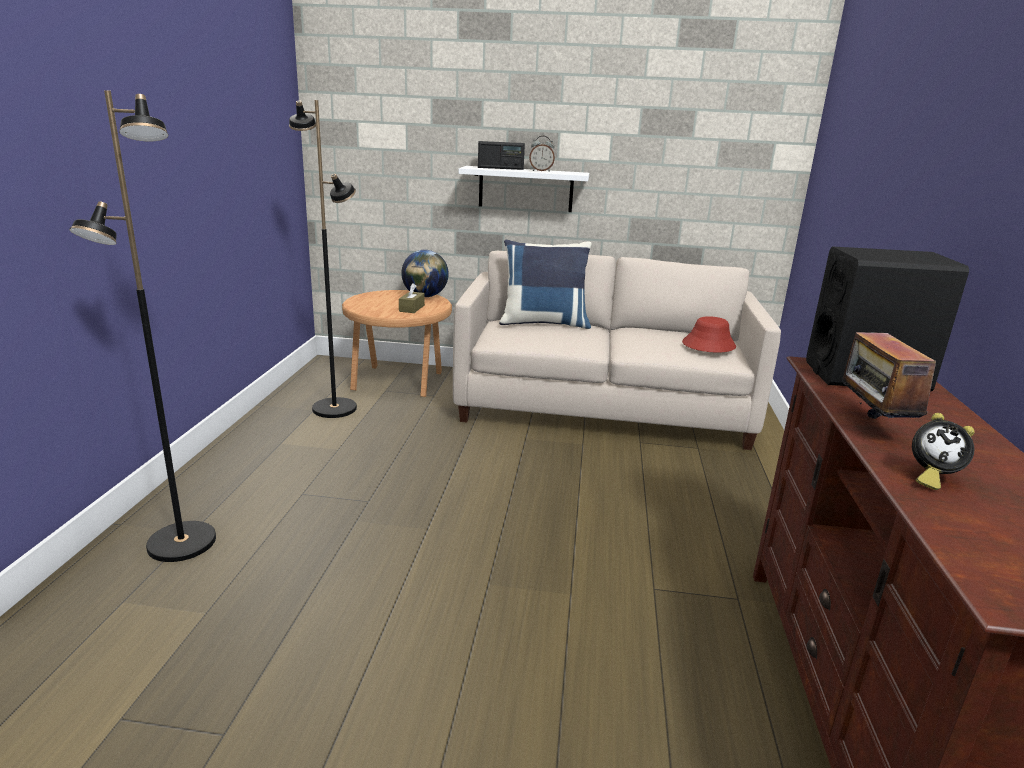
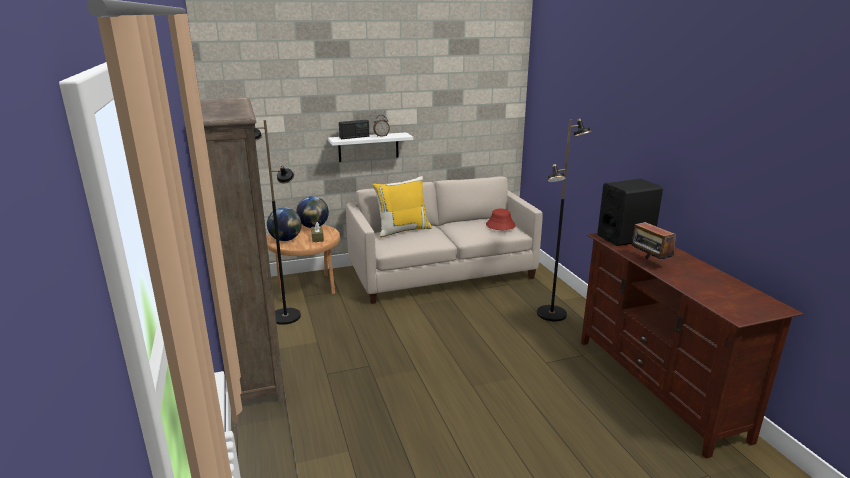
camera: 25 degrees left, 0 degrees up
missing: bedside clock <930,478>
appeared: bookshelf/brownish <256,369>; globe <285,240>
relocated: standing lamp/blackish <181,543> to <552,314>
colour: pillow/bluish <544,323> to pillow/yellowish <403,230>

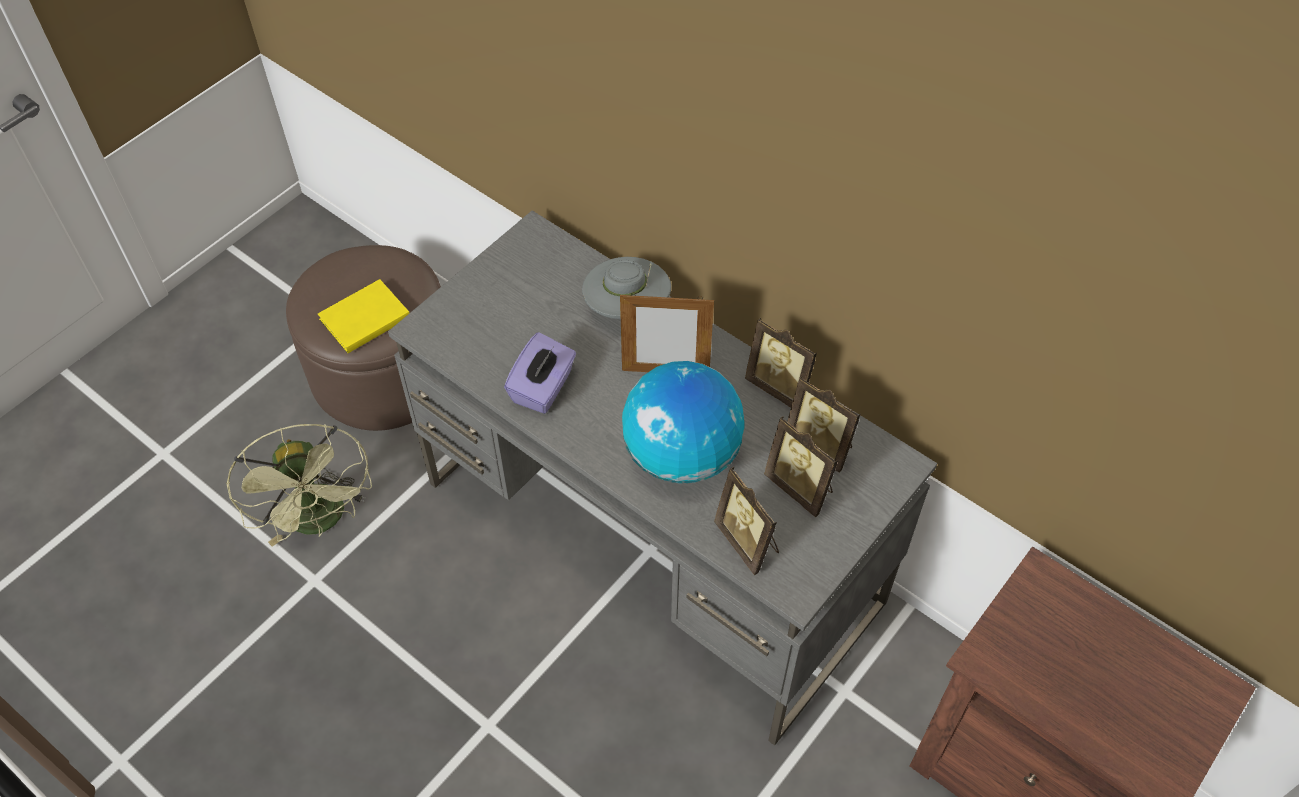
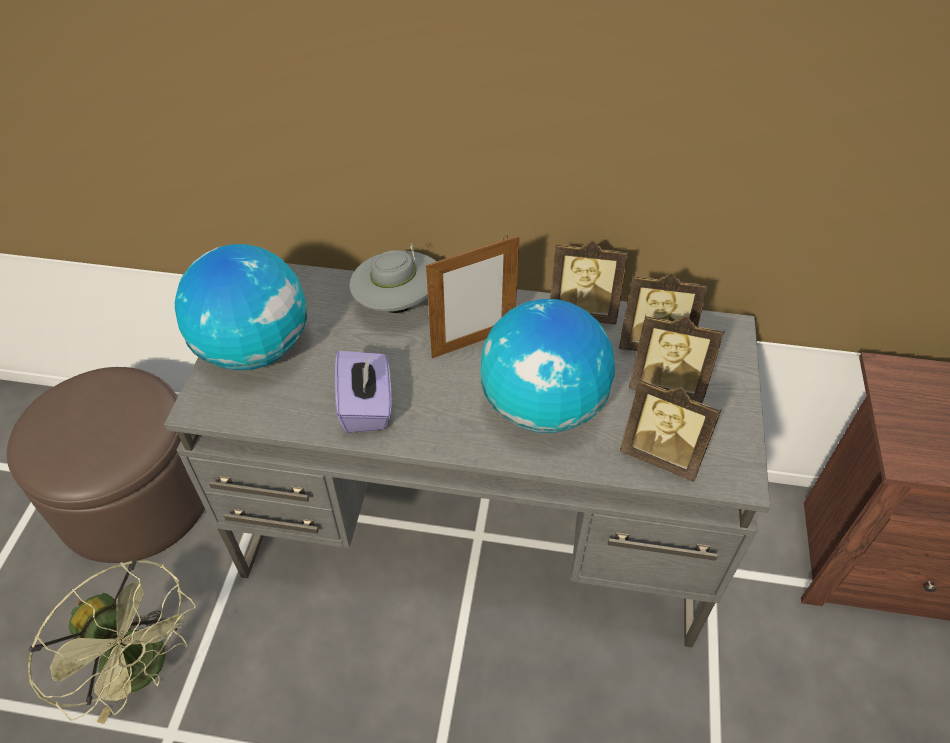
camera: 30 degrees left, 5 degrees down
missing: bound book/yellowish <362,318>
appeared: globe <254,349>

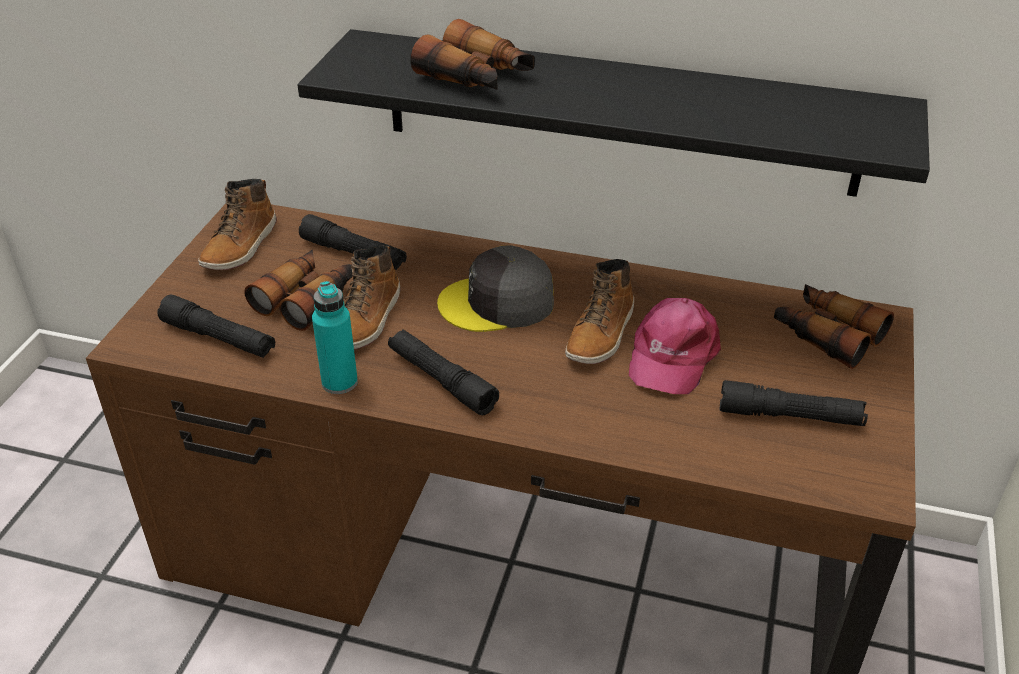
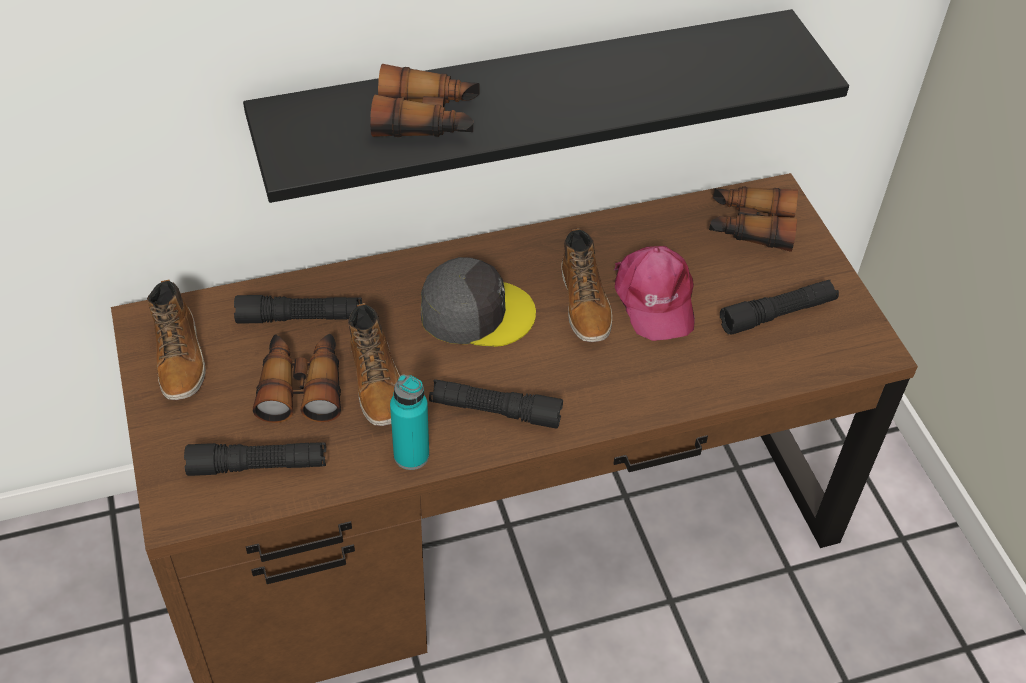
camera: 35 degrees left, 10 degrees up
spun: baseball cap/gray <498,303> = <475,312> 135 degrees counterclockwise

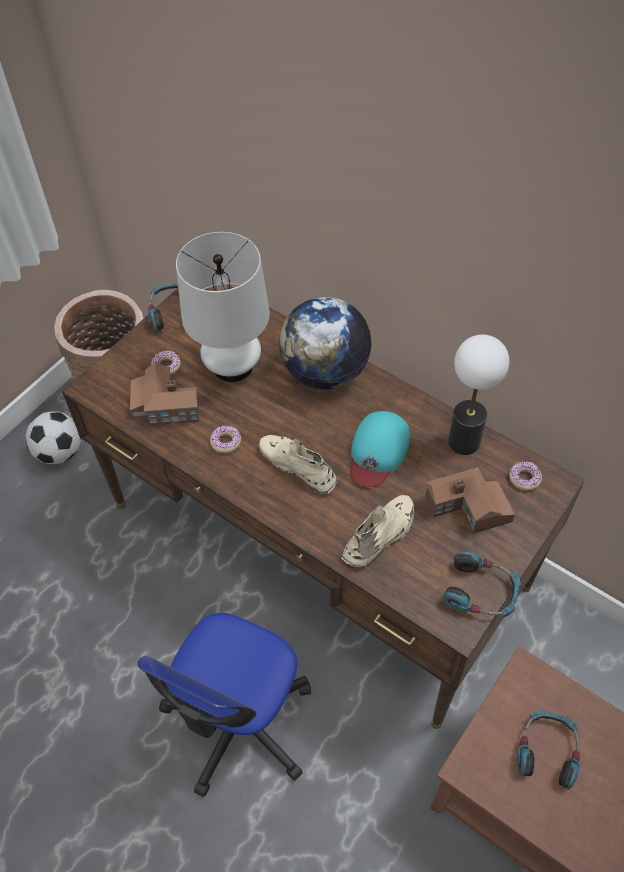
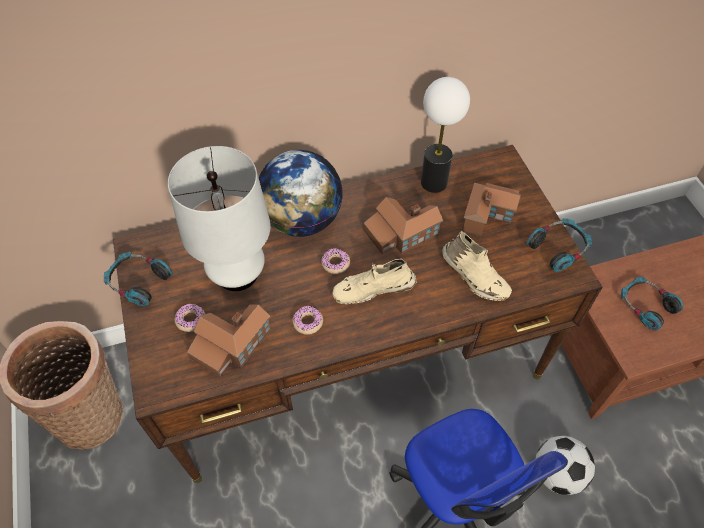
camera: 55 degrees left, 0 degrees up
relocated: ball for football <60,452> to <557,473>; ring doughnut <524,478> to <335,263>
exchanged: baseball cap/blue-green <377,451> to miniature house <401,233>
spun: shoe/beige-coloured <380,536> = <473,276> 150 degrees clockwise

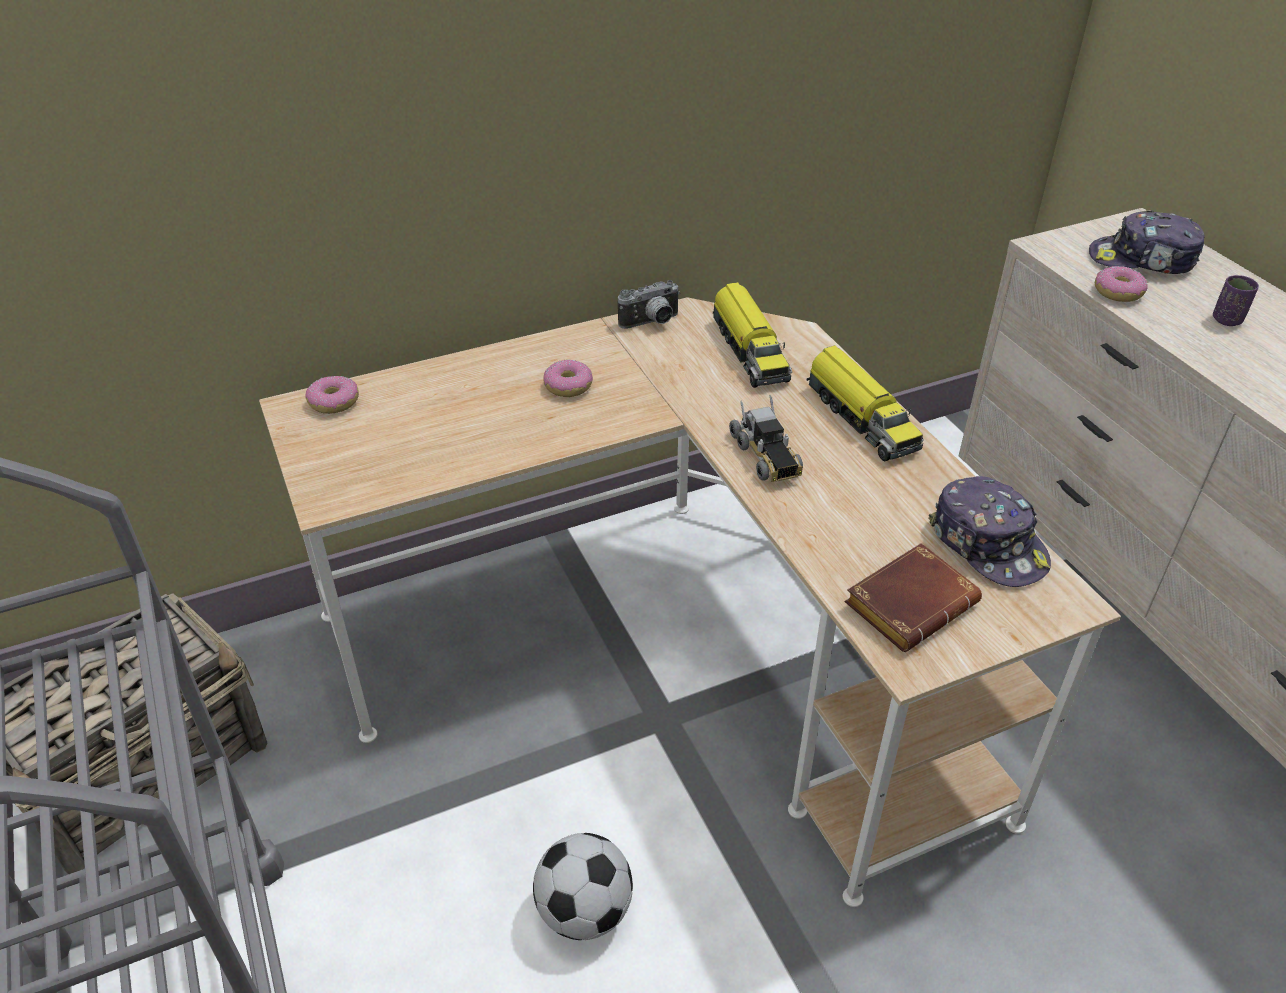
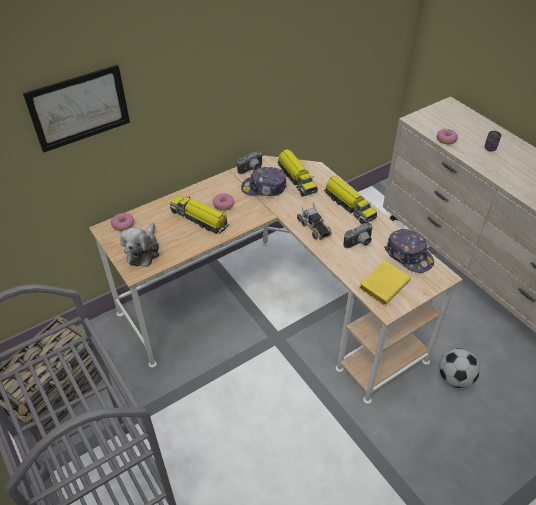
camera: 10 degrees left, 5 degrees up
appeared: wall art <79,108>; toy lorry <199,219>; soft toy <143,251>; still camera <359,243>
relocated: baseball cap <1142,260> to <264,188>; ball for football <584,910> to <454,378>
colour: bound book/brownish <910,602> to bound book/yellowish <383,284>

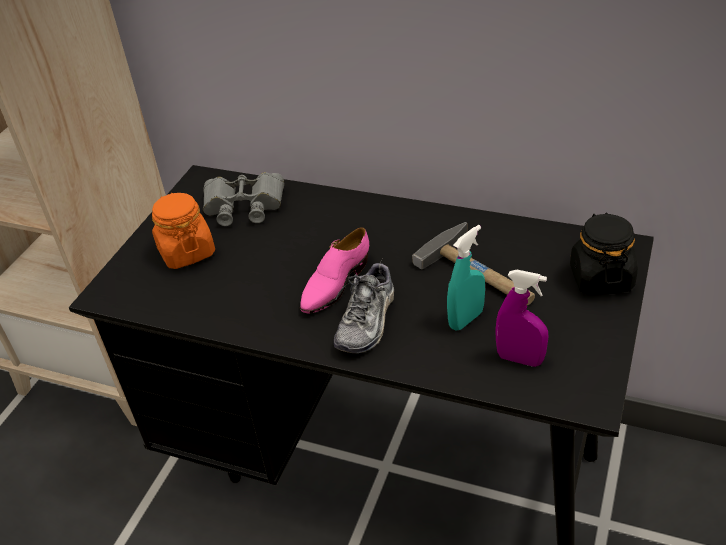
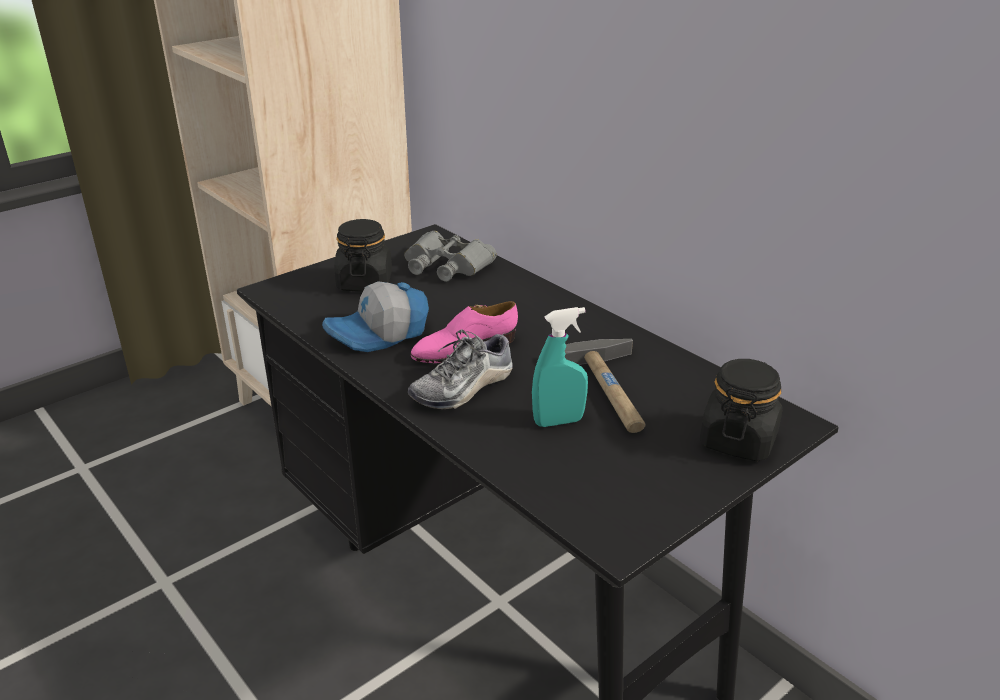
camera: 25 degrees right, 10 degrees down
missing: hand sprayer/purplish <520,359>
appeared: baseball cap <379,334>
colour: jar/orange <186,252> to jar/blackish <364,282>

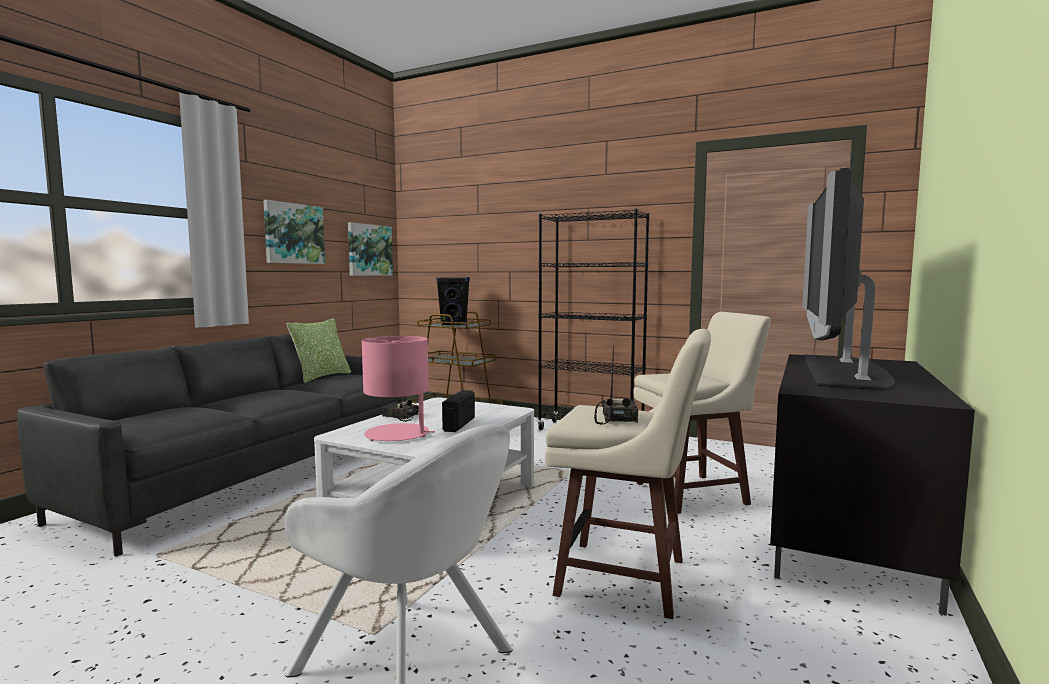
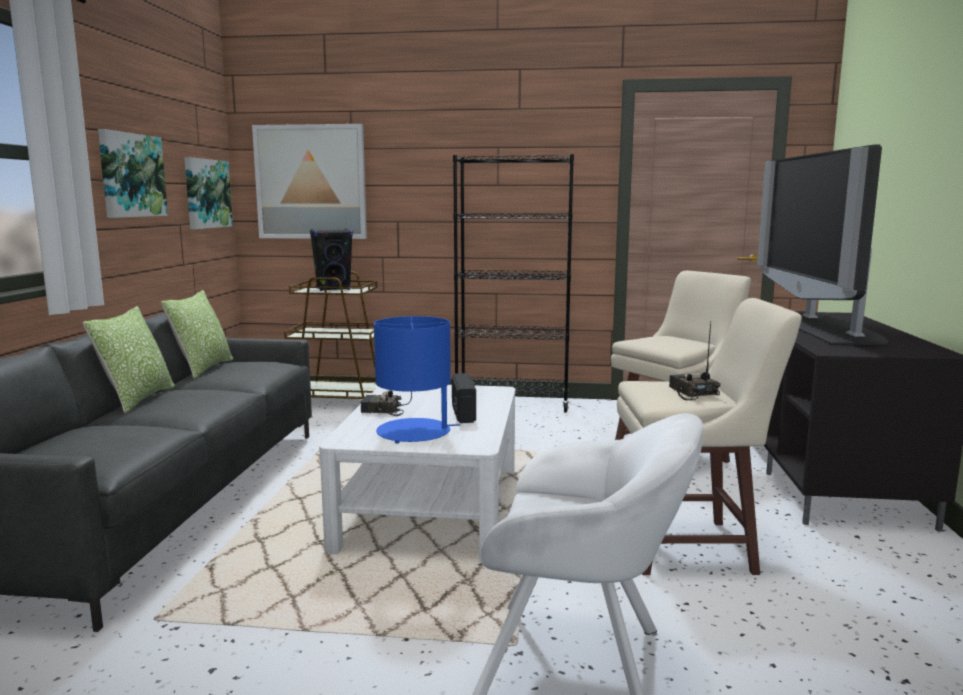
camera: 20 degrees left, 5 degrees up
appeared: wall art <311,182>; pillow <137,399>
colour: lamp for a table/pinkish <398,434> to lamp for a table/bluish <414,432>

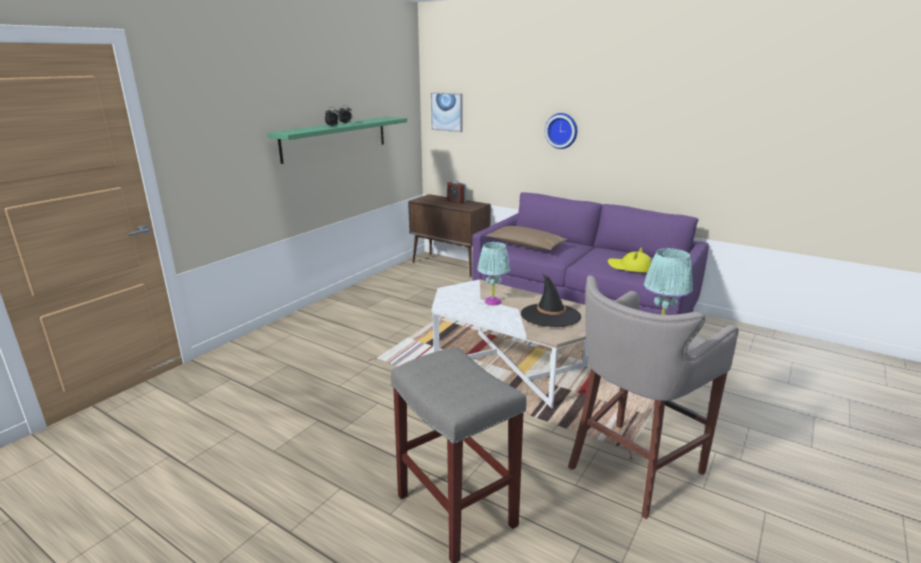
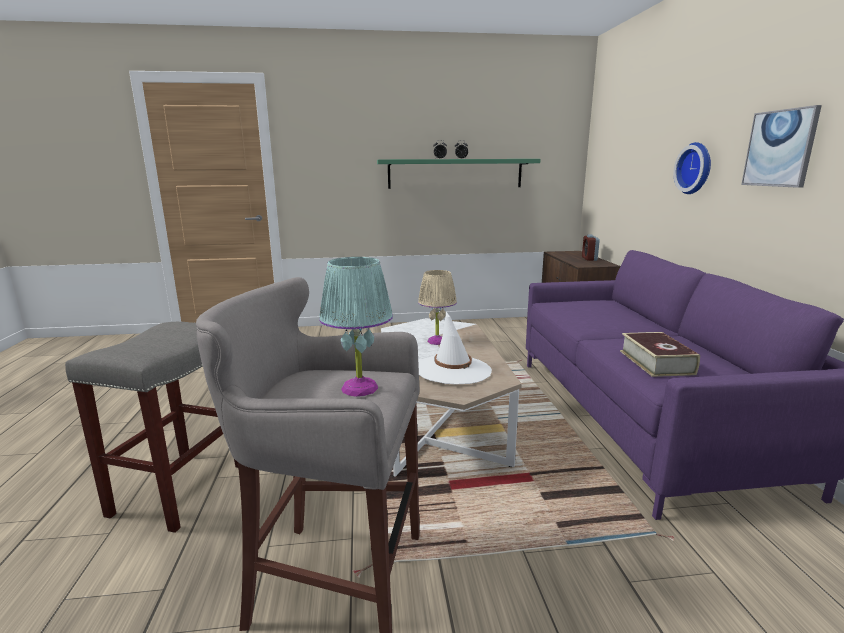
camera: 50 degrees right, 5 degrees down
missing: pillow/brownish <526,246>
relocated: wall art <447,112> to <780,148>
exchanged: clothing hat/yellowish <630,267> to bound book <656,362>
colour: lamp for a table/blue-green <492,301> to lamp for a table/beige-coloured <437,341>; clothing hat/blackish <550,315> to clothing hat/white-coloured <452,370>

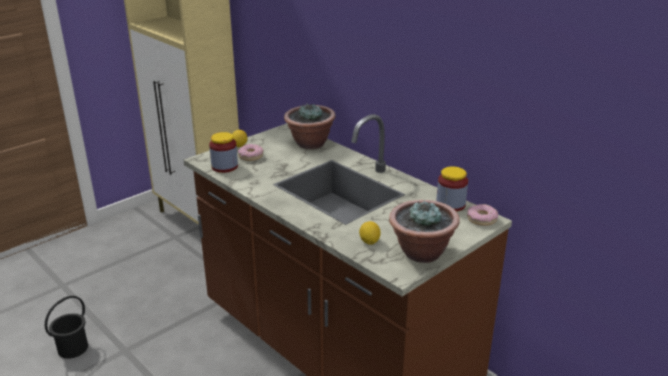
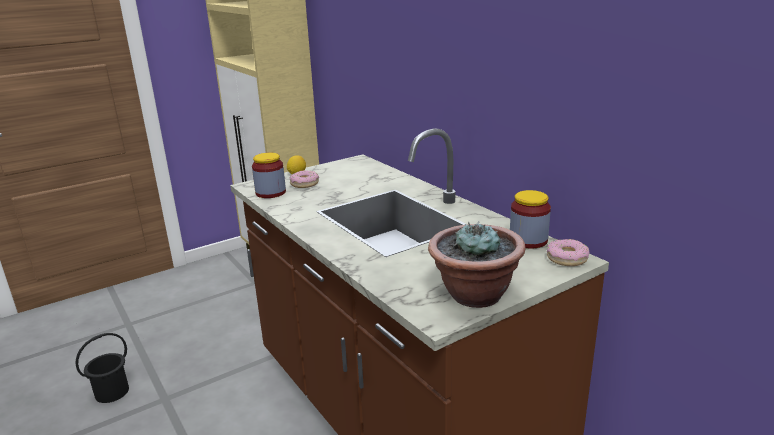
camera: 10 degrees right, 5 degrees down
missing: houseplant <310,144>; whole lemon <369,242>

